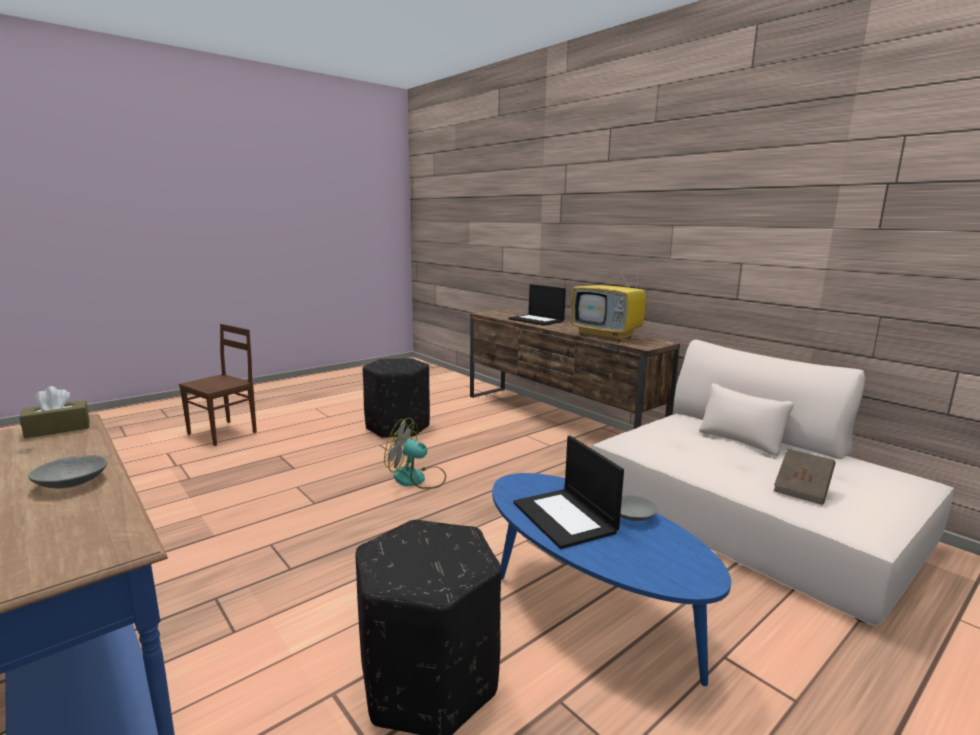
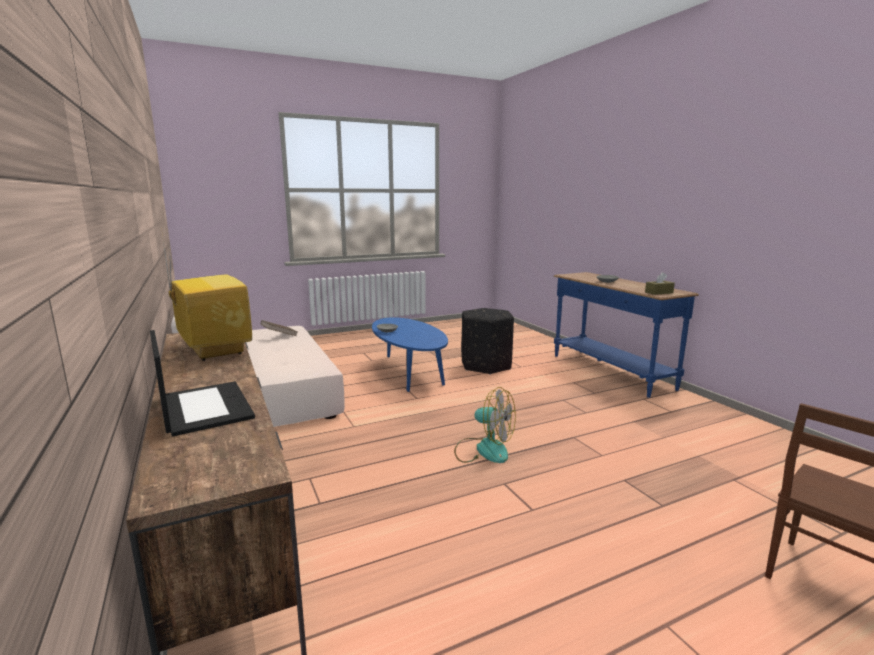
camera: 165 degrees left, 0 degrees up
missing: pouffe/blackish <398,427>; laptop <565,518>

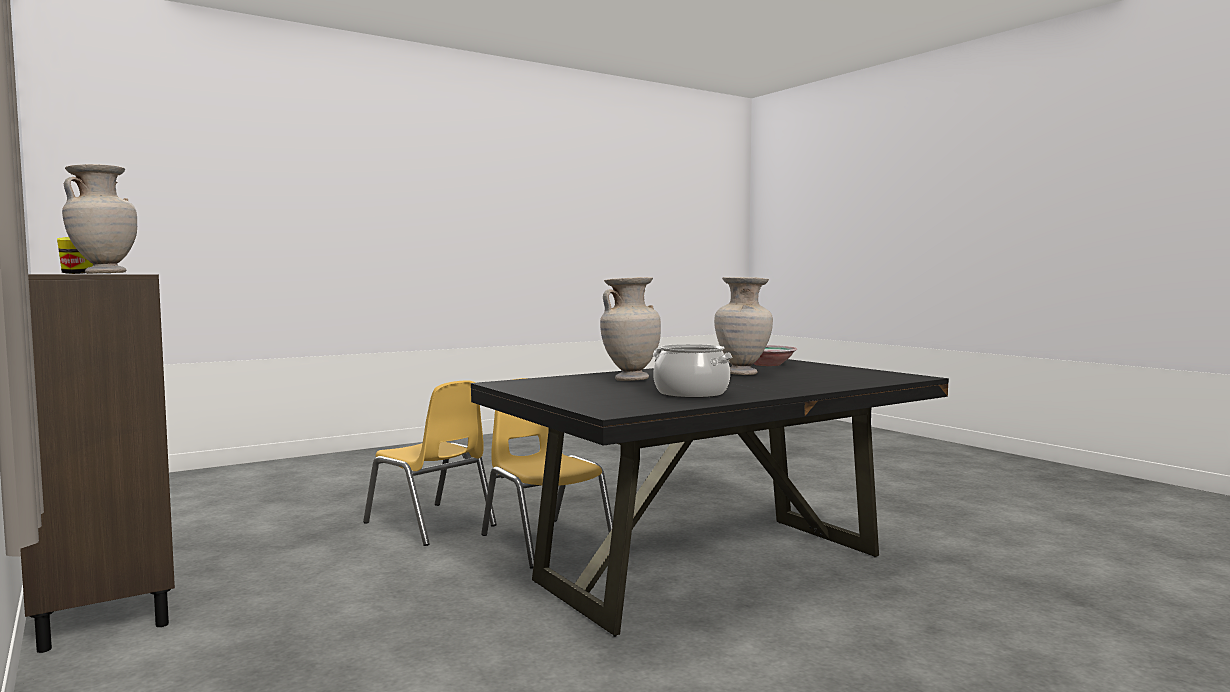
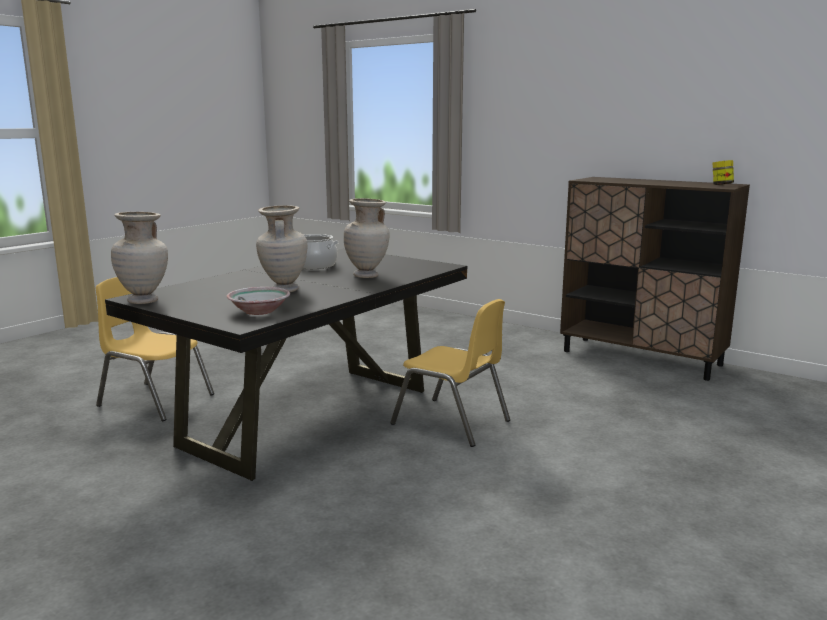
camera: 160 degrees right, 10 degrees up
relocated: vase/beige-coloured <104,273> to <144,301>; upright chair/yellowish <430,524> to <155,400>

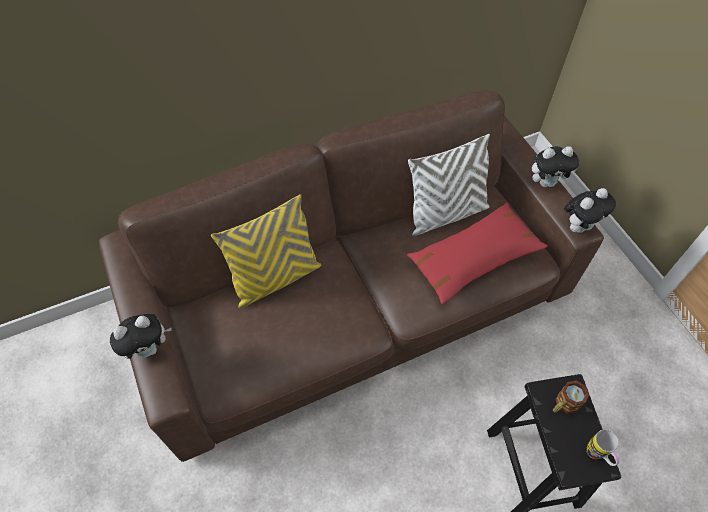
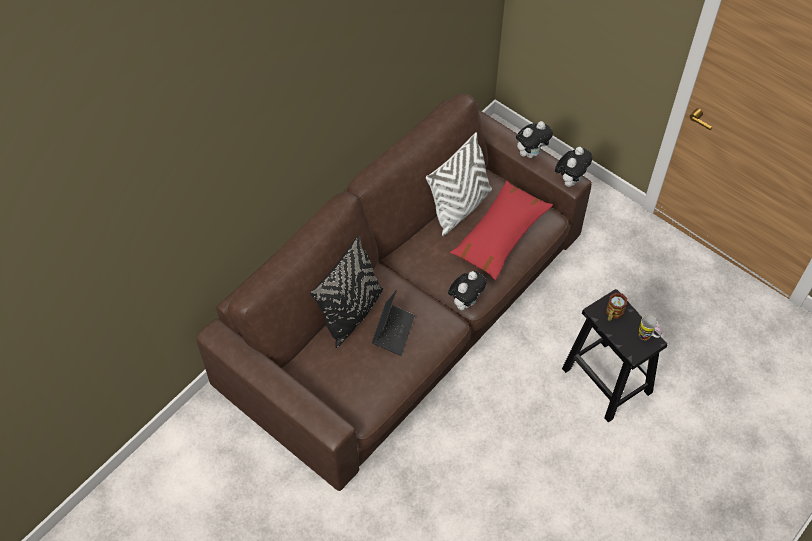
camera: 25 degrees left, 0 degrees up
appeared: laptop <393,331>
relocated: soft toy <149,349> to <466,302>
colour: pillow/yellowish <275,278> to pillow/blackish <351,313>

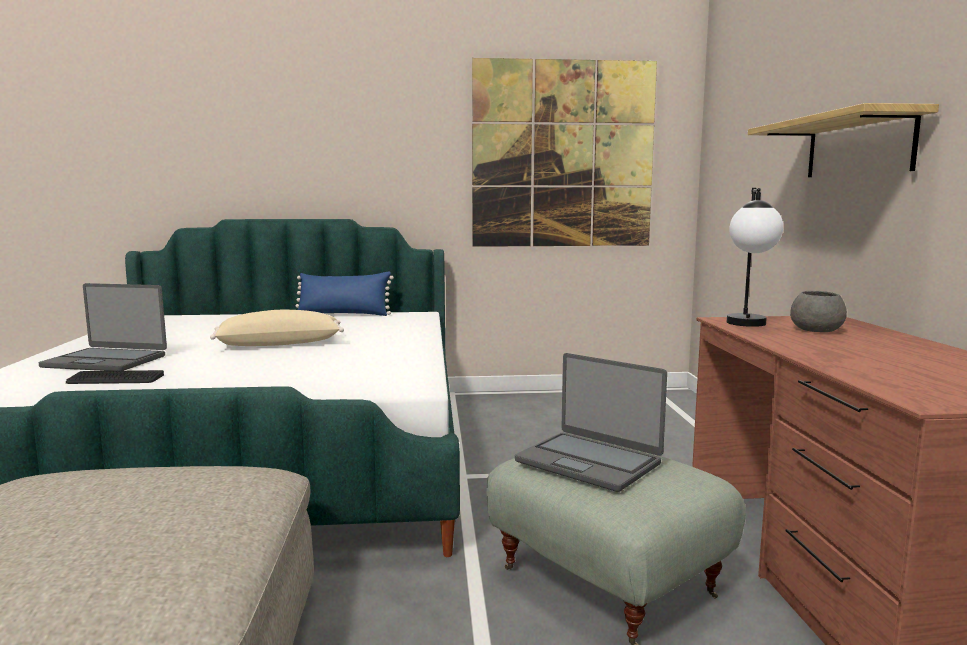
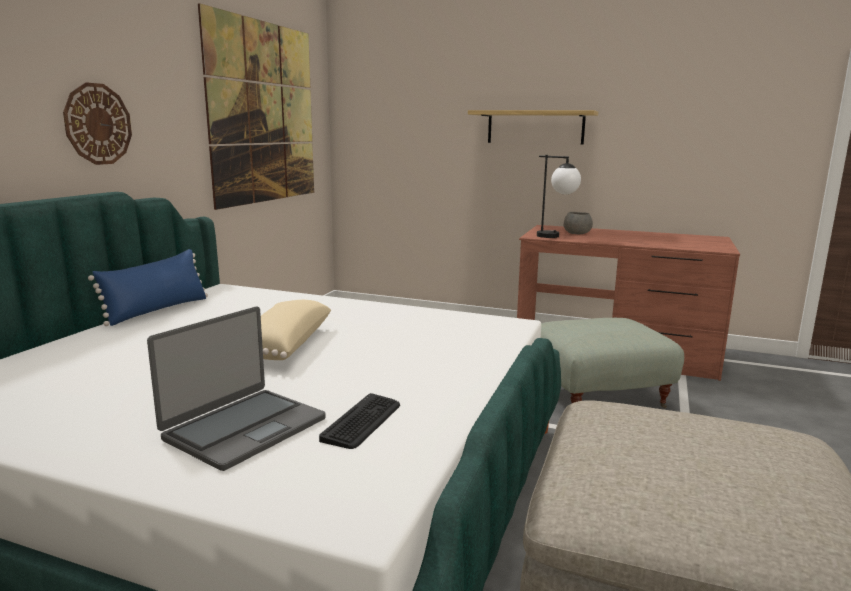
camera: 65 degrees left, 5 degrees up
missing: laptop <589,462>
appeared: hanging clock <98,124>

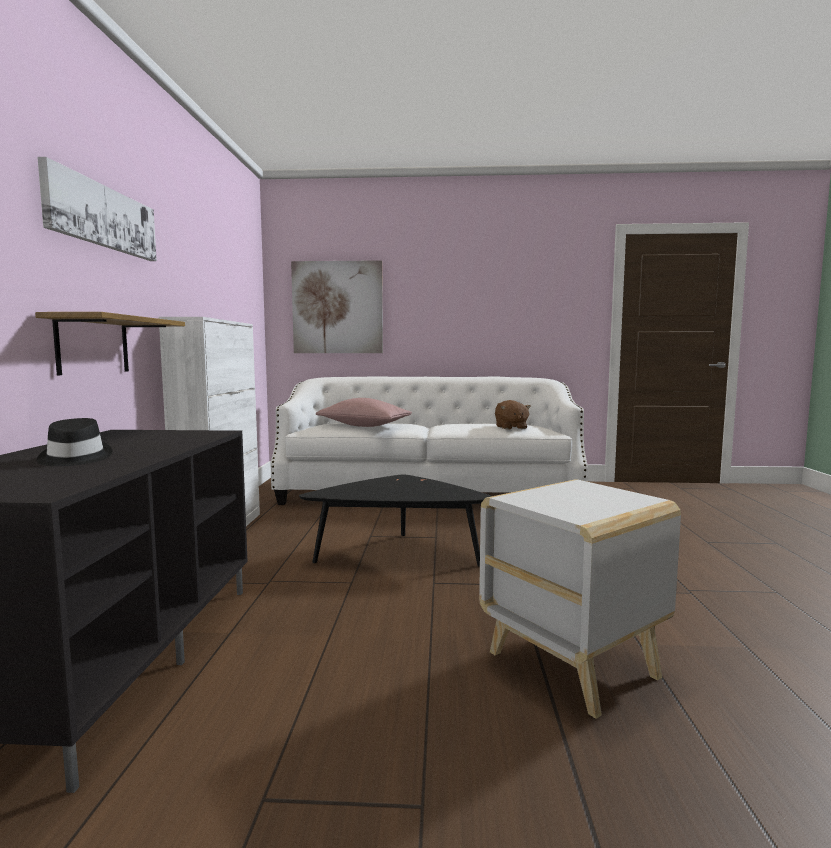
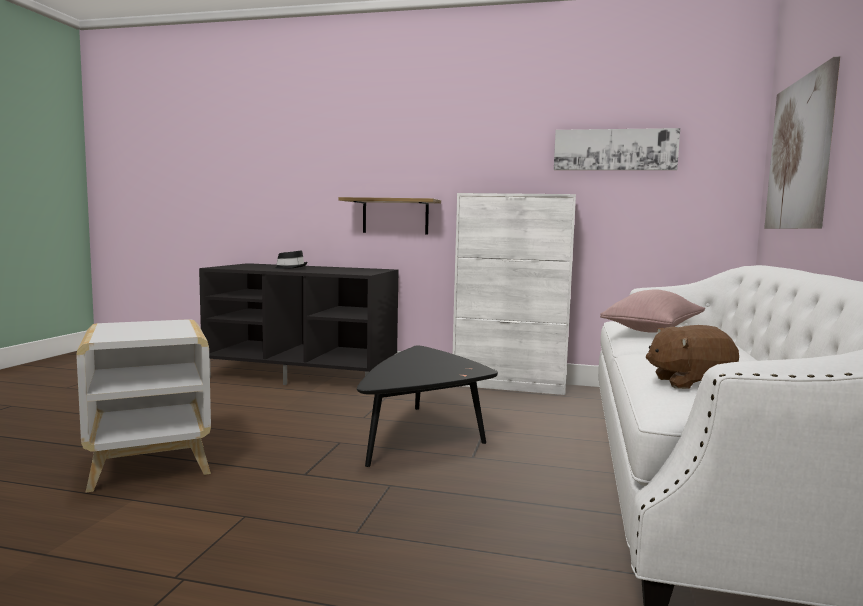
camera: 100 degrees right, 0 degrees up
relocated: wall art <102,217> to <614,150>

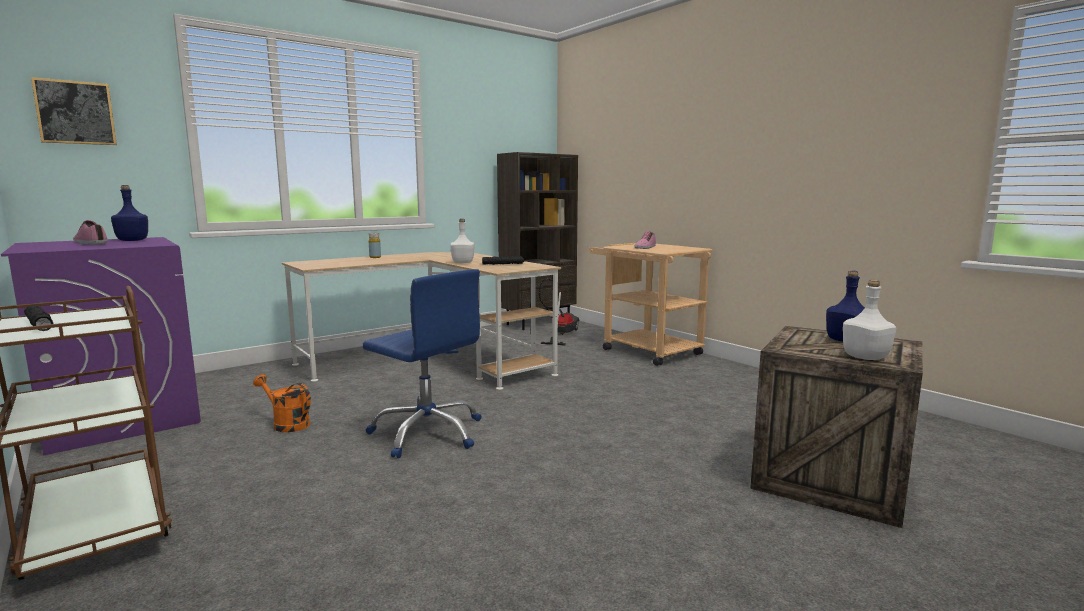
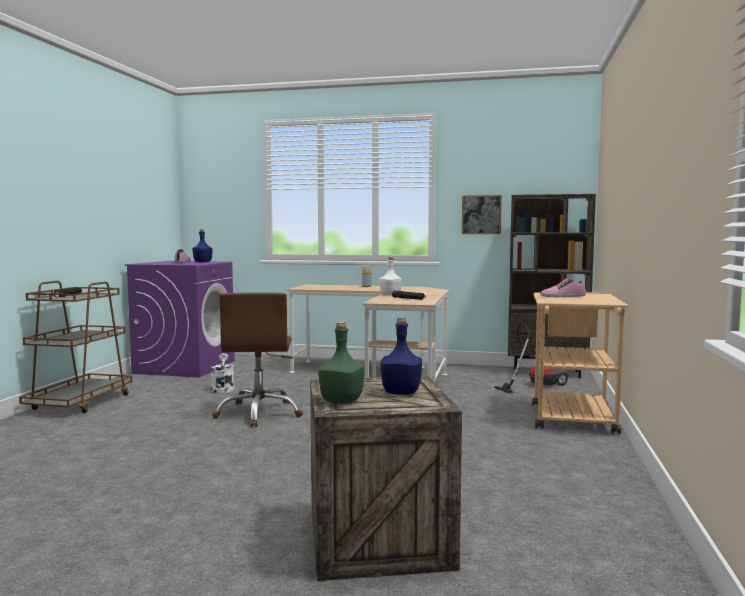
camera: 50 degrees right, 5 degrees down
relocated: wall art <75,112> to <481,214>
colour: office chair/bluish <428,433> to office chair/brownish <259,413>; bottle/white-coloured <864,357> to bottle/green <342,400>; watering can/orange <287,424> to watering can/white-coloured <222,388>

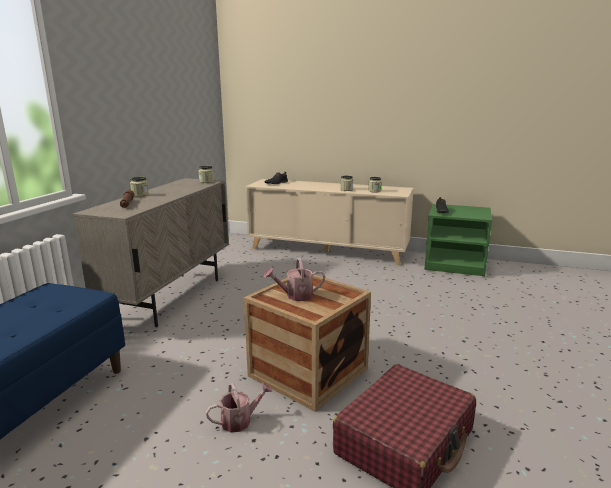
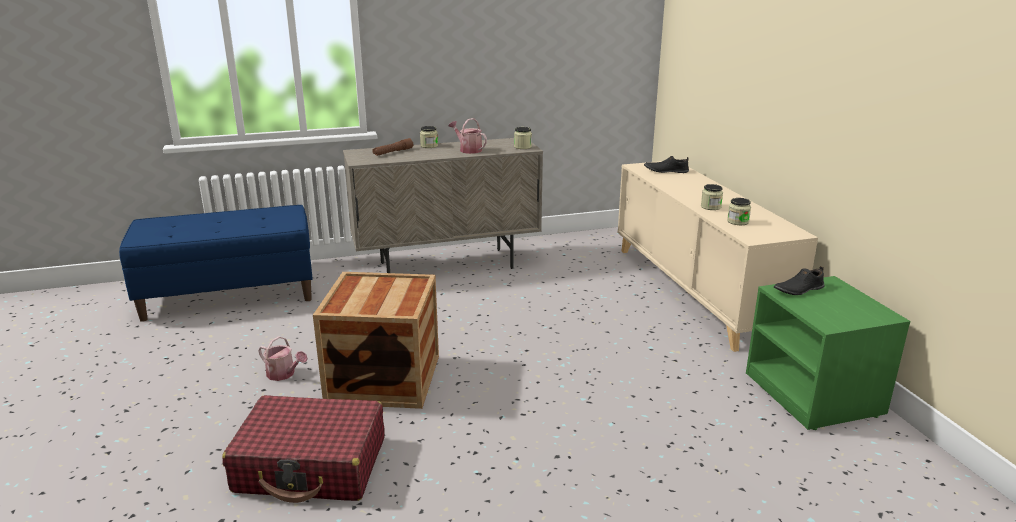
camera: 55 degrees right, 5 degrees up
relocated: watering can <295,296> to <468,150>

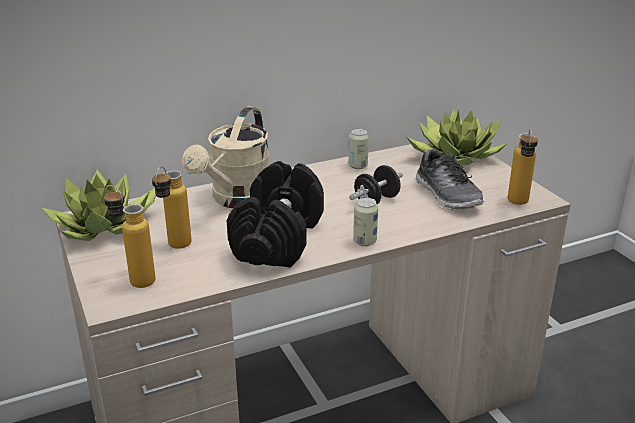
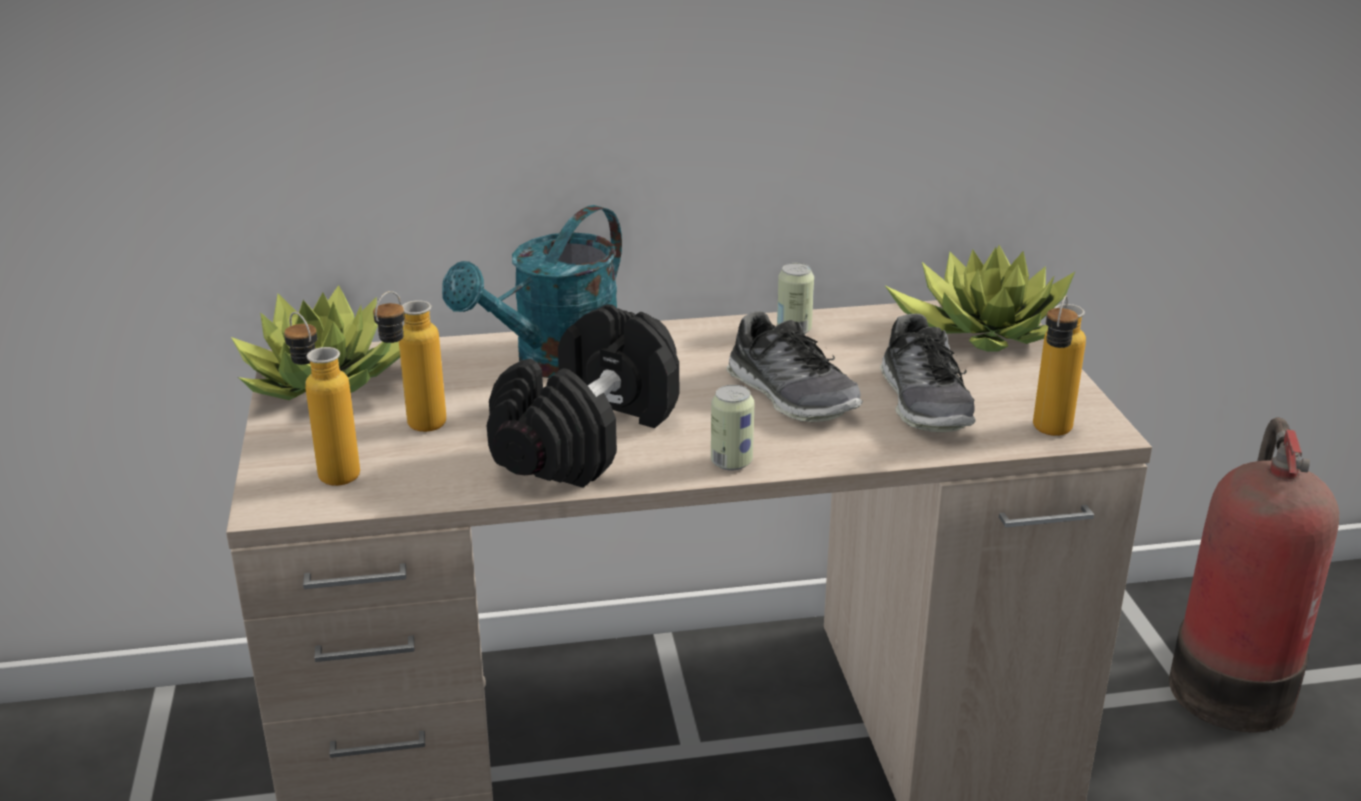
camera: 15 degrees right, 0 degrees up
appeared: fire extinguisher <1230,684>
exchanged: hand weight/blackish <376,201> to shoe <792,395>
colour: watering can/beige-coloured <236,200> to watering can/blue-green <555,363>

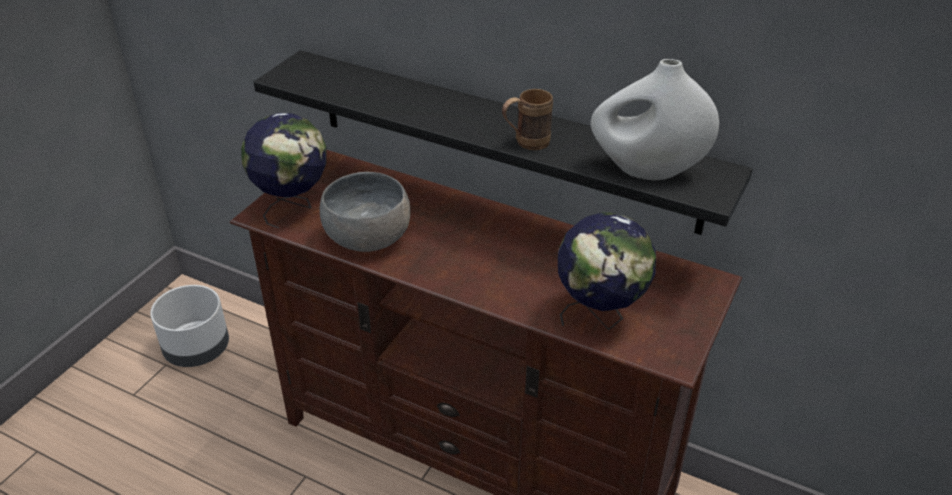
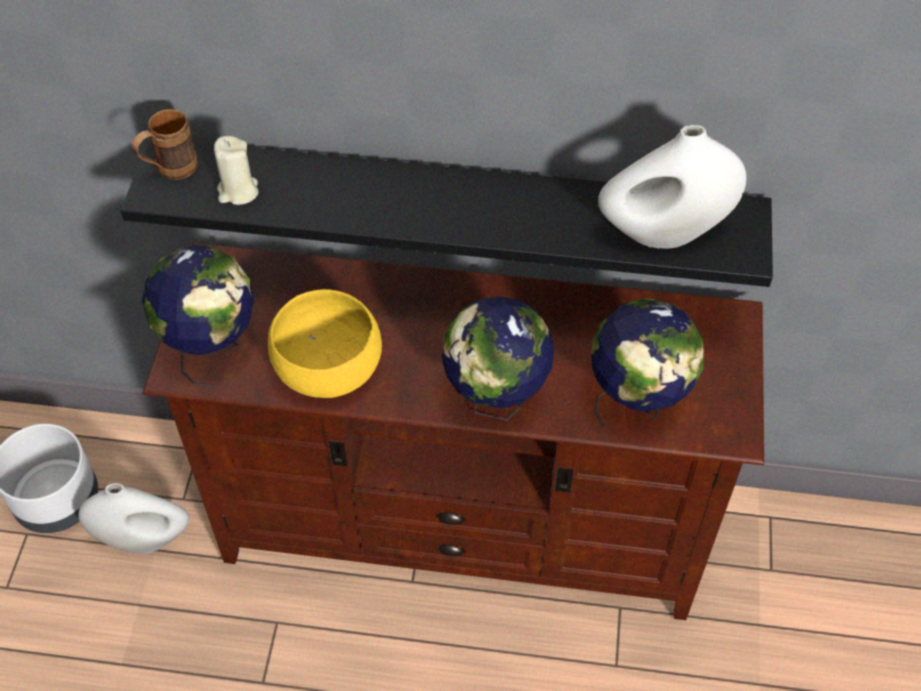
camera: 20 degrees left, 15 degrees up
appeared: wax light/beige-coloured <238,191>; globe <495,400>; vase/white-coloured <144,539>
relocated: coffee mug/brownish <525,143> to <170,171>
colour: deep dish/gray <368,238> to deep dish/yellowish <329,369>

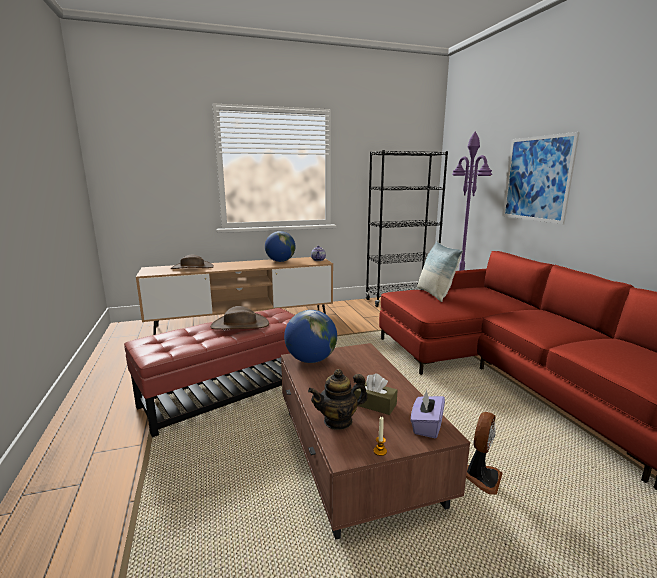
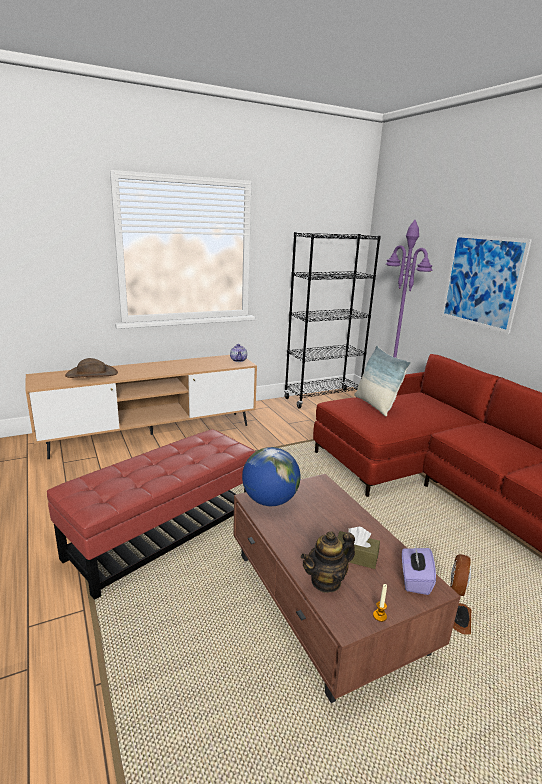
camera: 10 degrees left, 5 degrees up
missing: globe <280,261>; clothing hat/brownish <239,325>

